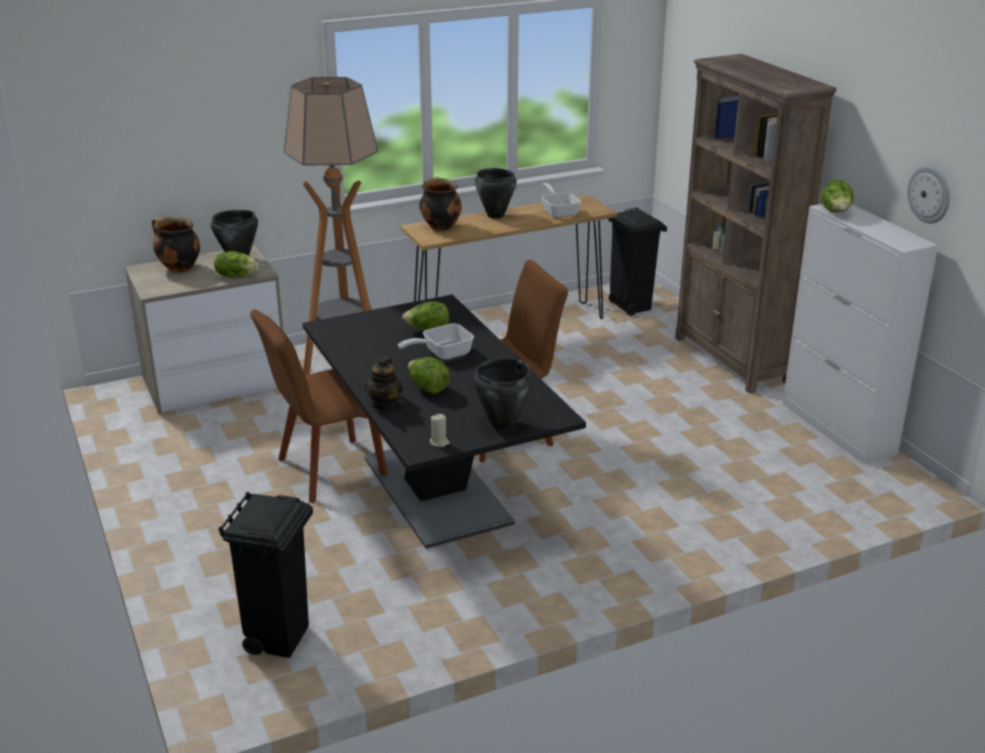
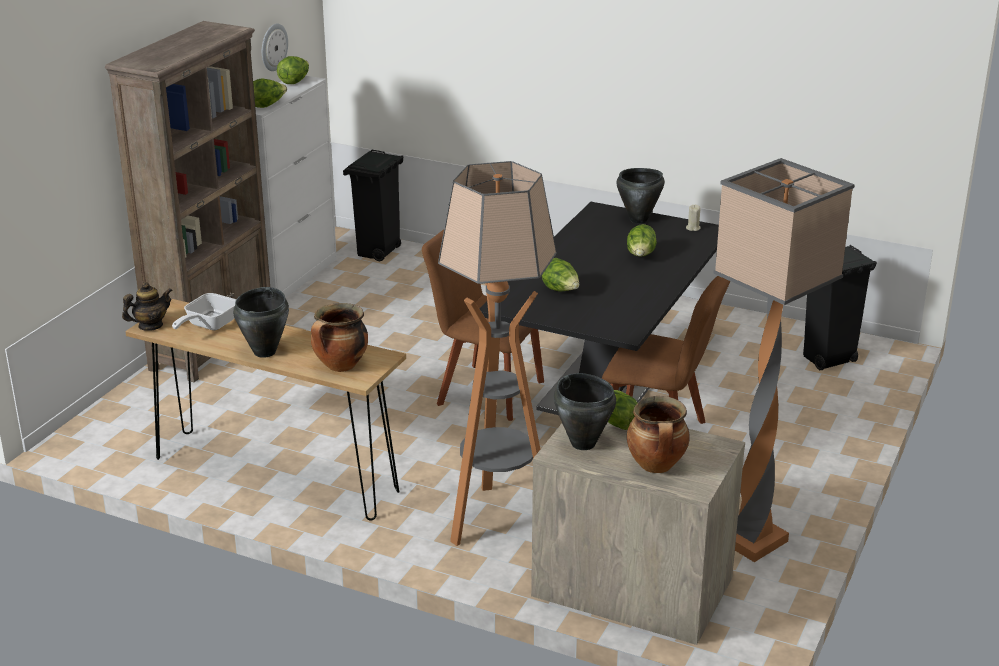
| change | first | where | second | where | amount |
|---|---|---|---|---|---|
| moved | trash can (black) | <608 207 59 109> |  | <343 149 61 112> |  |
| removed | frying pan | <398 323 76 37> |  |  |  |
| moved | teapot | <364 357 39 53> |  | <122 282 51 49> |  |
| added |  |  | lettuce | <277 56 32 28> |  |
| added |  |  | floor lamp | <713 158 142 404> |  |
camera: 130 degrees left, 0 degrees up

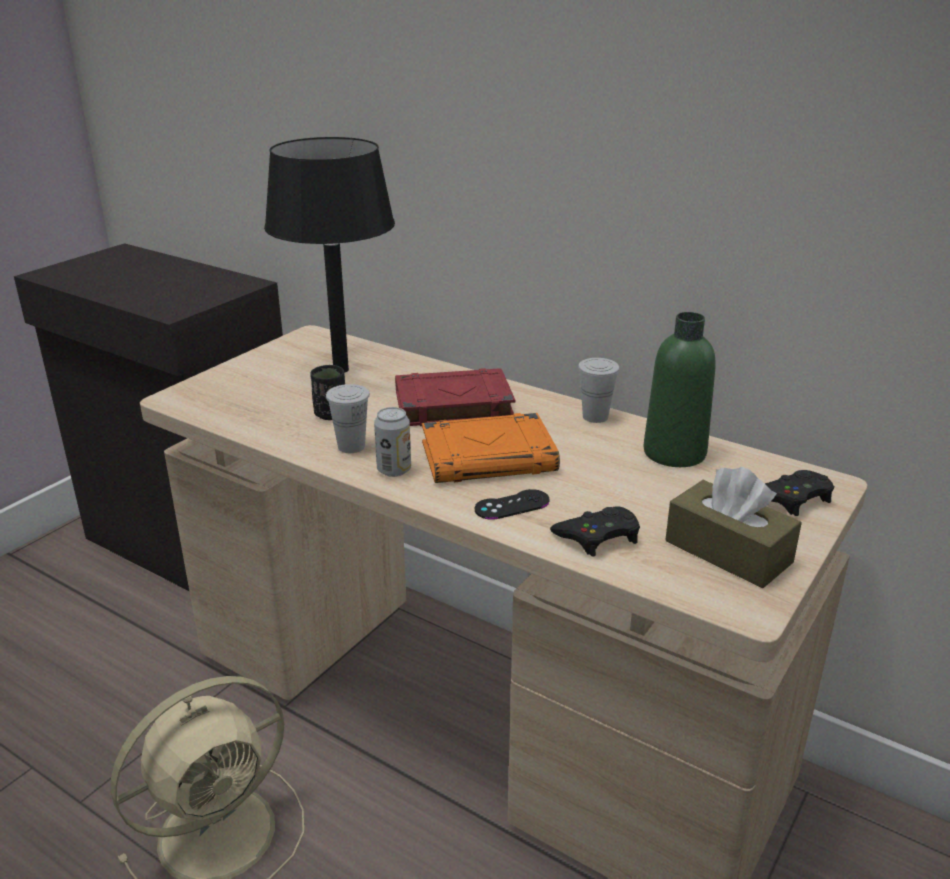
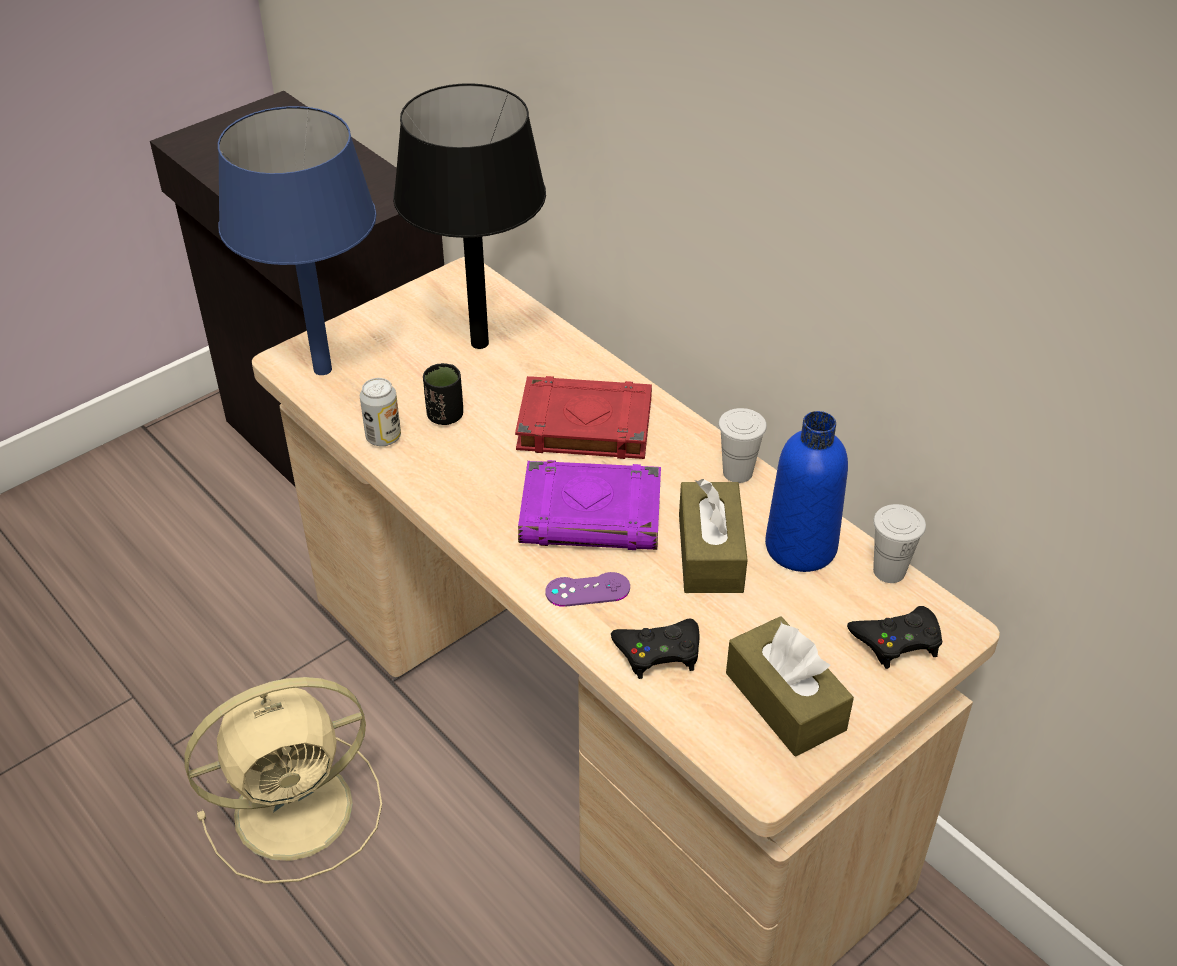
| change | first | where | second | where | amount |
|---|---|---|---|---|---|
| recoloured | bottle (green) | <643 312 73 155> | bottle (blue) | <765 411 83 161> |  |
| moved | cup (white) | <326 384 44 69> |  | <873 504 53 79> |  |
| moved | can | <374 407 37 70> |  | <360 378 41 68> |  |
| recoloured | book (orange) | <422 413 138 70> | book (purple) | <518 460 143 90> |  |
| recoloured | game controller (black) | <475 489 75 31> | game controller (purple) | <545 572 85 35> |  |
| added |  |  | table lamp (blue) | <218 106 159 269> |  |
| added |  |  | tissue box (brown) | <679 479 69 114> |  |
camera: 15 degrees right, 15 degrees up

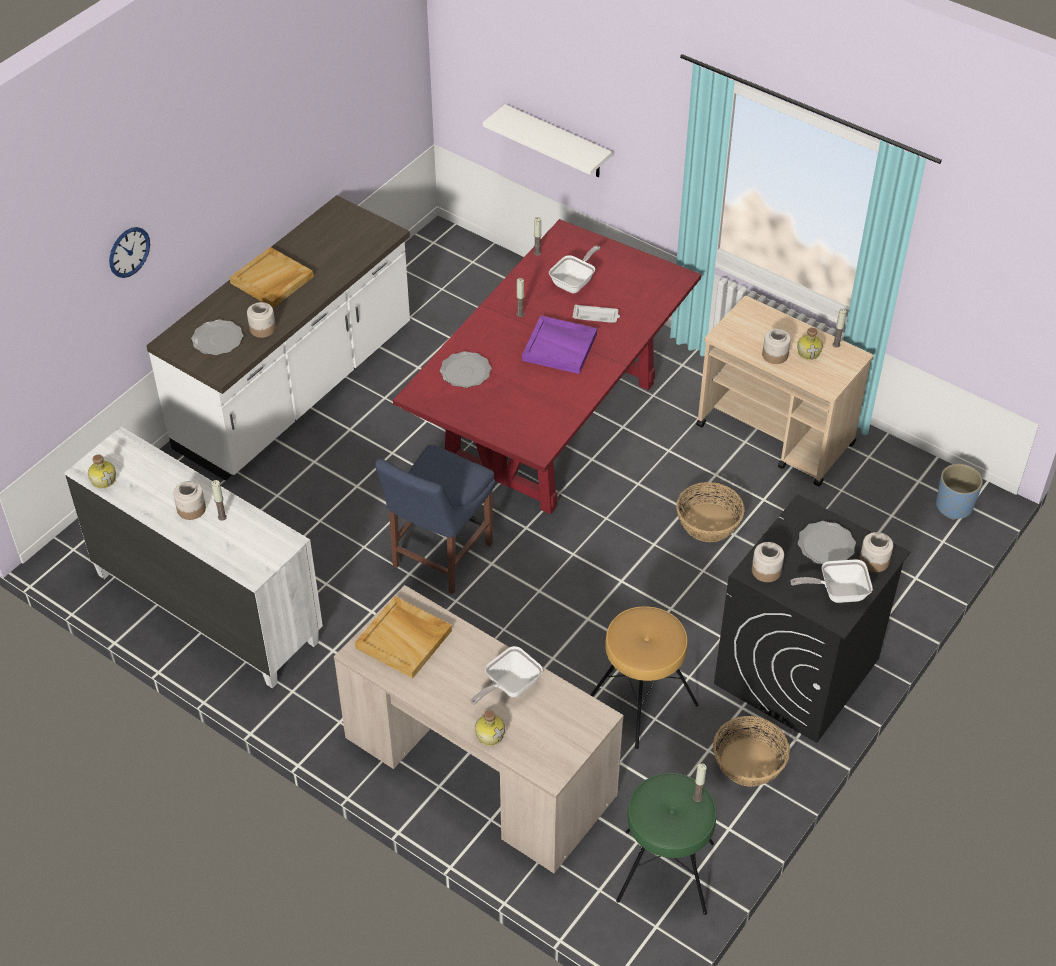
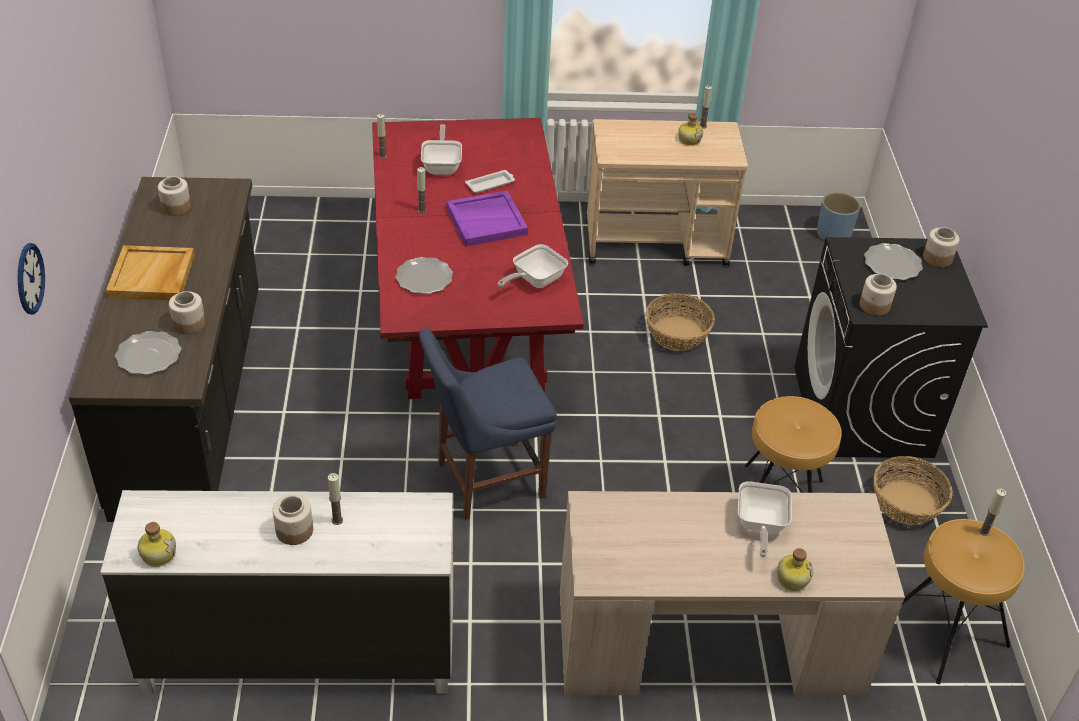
| change | first | where | second | where | amount |
|---|---|---|---|---|---|
| removed | shelf (white) | <483 104 129 74> |  |  |  |
| recoloured | counter (white) | <146 195 264 286> | counter (black) | <69 177 190 345> |  |
| moved | jar | <762 329 29 35> |  | <158 176 33 40> |  |
| turned | chair (blue) | <375 444 121 150> |  | <419 328 138 192> | 75 degrees clockwise |
| moved | frying pan | <790 559 83 44> |  | <498 244 70 44> |  |
| removed | tray (beige) | <355 596 97 83> |  |  |  |
| recoloured | stool (green) | <616 773 100 142> | stool (brown) | <902 519 123 165> |  |
camera: 40 degrees left, 5 degrees down

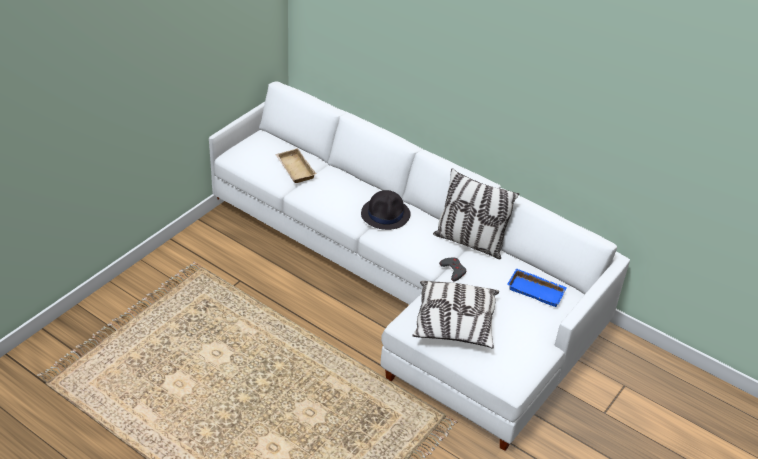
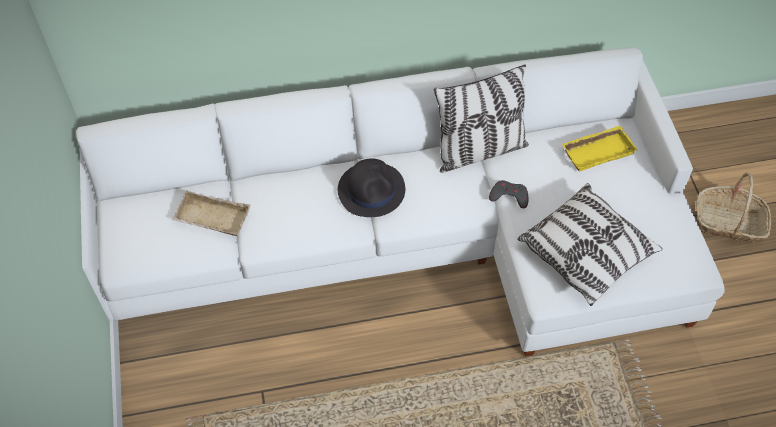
| change | first | where | second | where | amount |
|---|---|---|---|---|---|
| recoloured | tray (blue) | <507 268 60 39> | tray (yellow) | <562 125 75 46> |  |
| added |  |  | basket | <697 173 74 70> |  |
camera: 45 degrees left, 15 degrees up

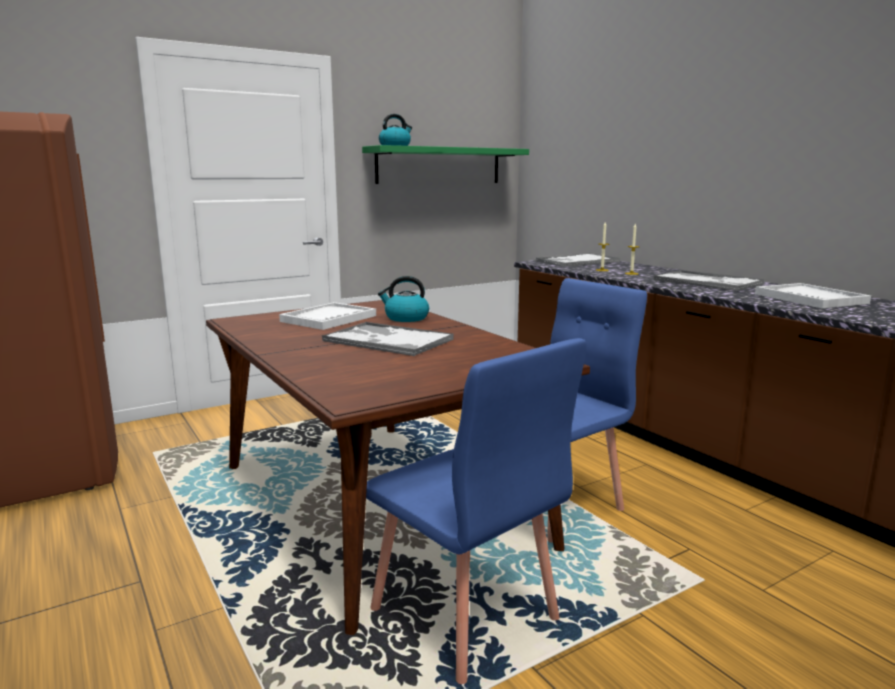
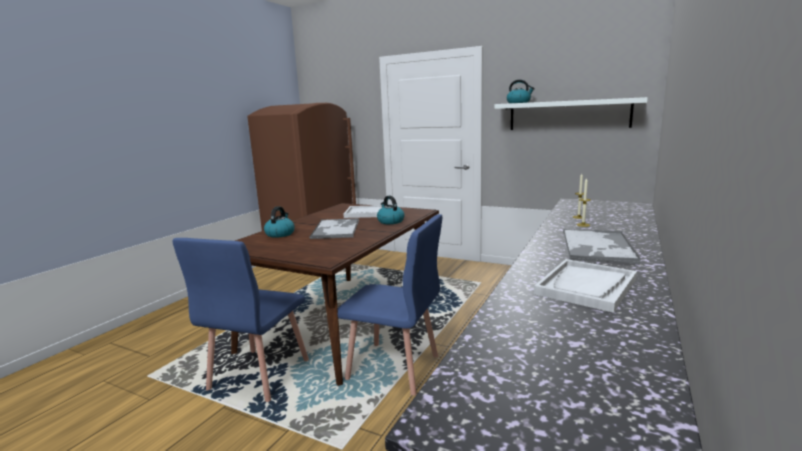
| change | first | where | second | where | amount |
|---|---|---|---|---|---|
| recoloured | shelf (green) | <362 145 167 39> | shelf (white) | <494 97 154 33> |  |
| removed | tray | <535 253 85 14> |  |  |  |
| added |  |  | kettle | <264 206 31 32> |  |
camera: 60 degrees right, 0 degrees up

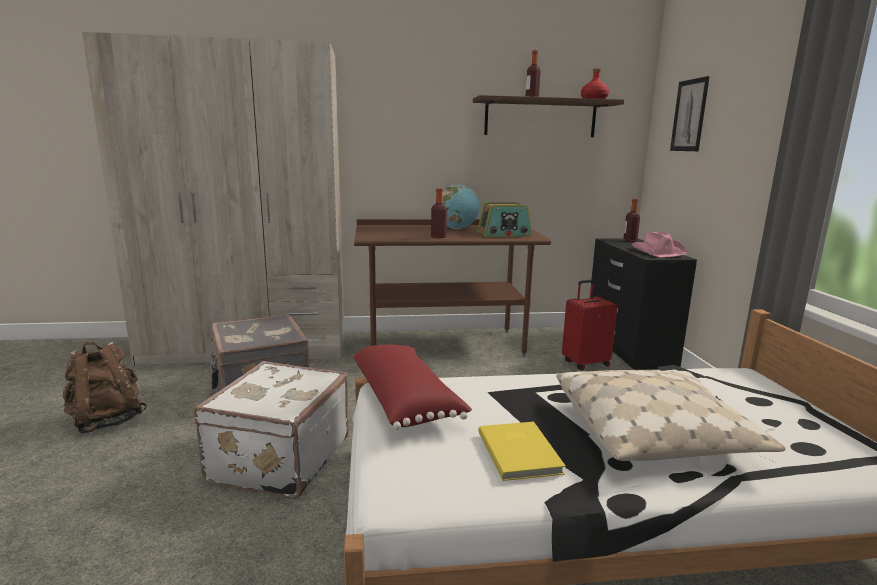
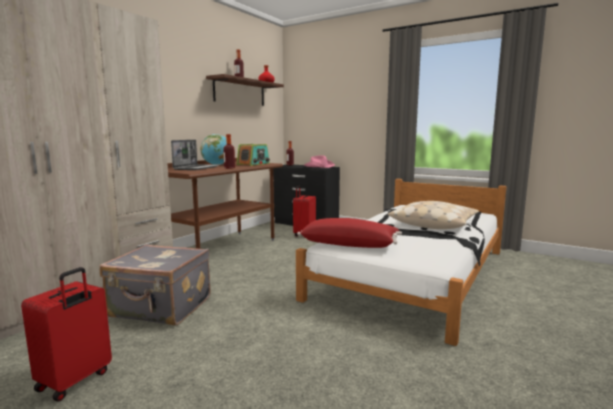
| change | first | where | second | where | amount |
|---|---|---|---|---|---|
| removed | picture | <670 76 40 75> |  |  |  |
| replaced | backpack (brown) | <63 342 84 92> | suitcase (red) | <21 267 91 134> |  |
| removed | suitcase (white) | <193 361 156 138> |  |  |  |
| removed | book (yellow) | <478 422 88 59> |  |  |  |
| added |  |  | laptop | <171 140 48 30> |  |
camera: 50 degrees left, 5 degrees down

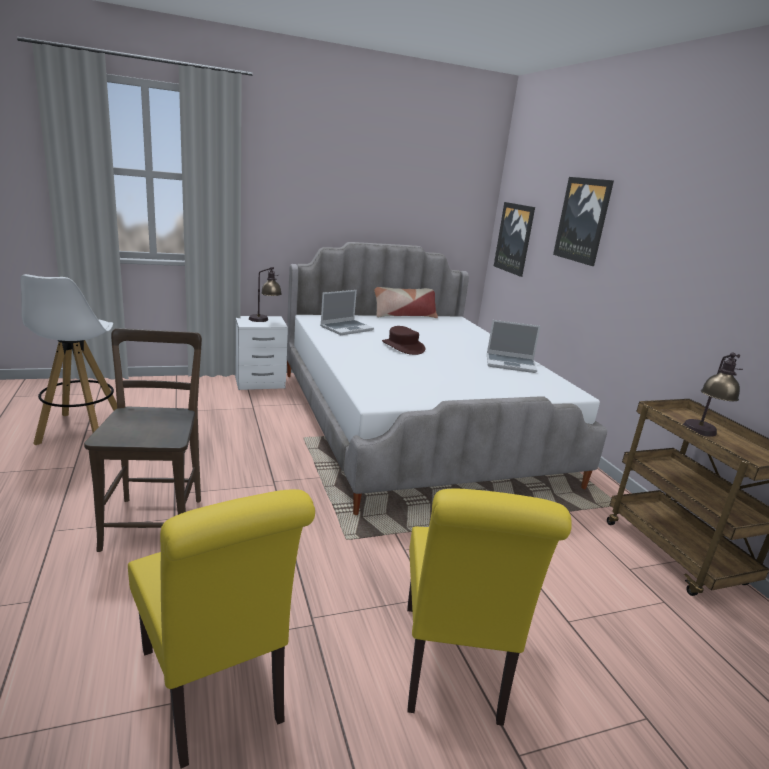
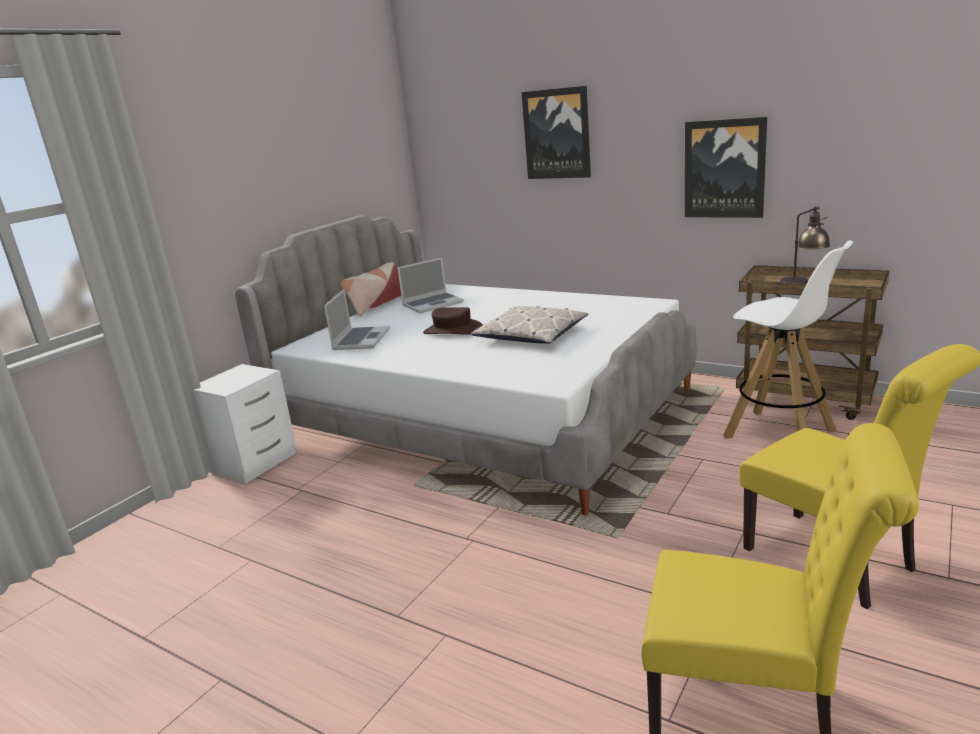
| change | first | where | second | where | amount |
|---|---|---|---|---|---|
| moved | picture | <494 202 41 75> |  | <685 117 82 101> |  |
| removed | table lamp | <249 267 33 55> |  |  |  |
| moved | stool (white) | <20 274 97 171> |  | <723 240 131 199> |  |
| moved | laptop | <487 320 53 53> |  | <397 257 67 56> |  |
| removed | chair (brown) | <84 328 118 224> |  |  |  |
| added |  |  | pillow | <471 306 117 38> |  |
camera: 35 degrees left, 0 degrees up

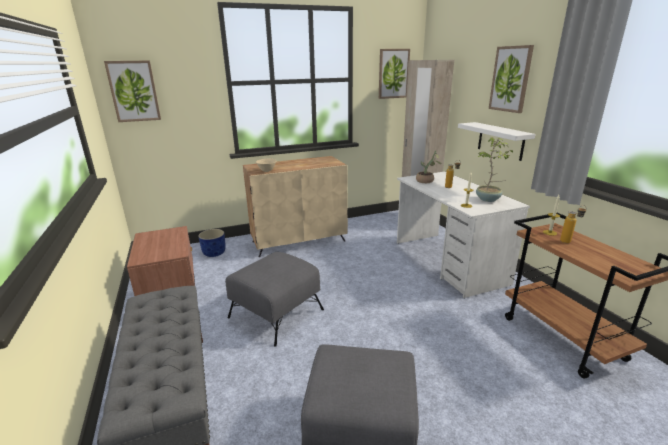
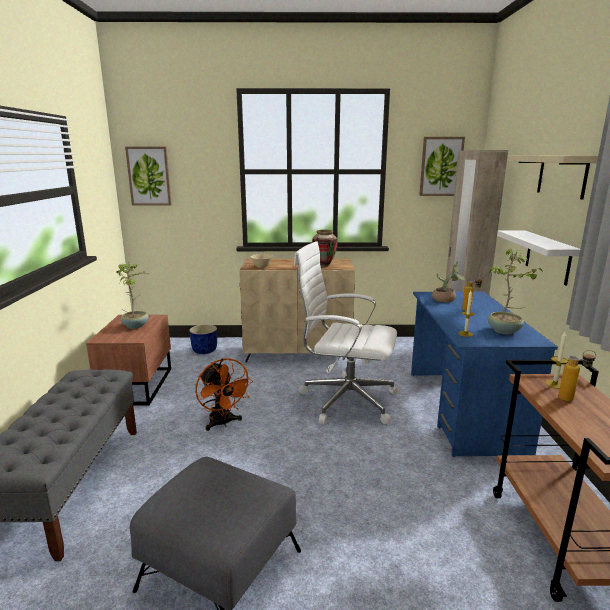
| change | first | where | second | where | amount |
|---|---|---|---|---|---|
| replaced | picture | <489 45 45 68> | shelf (beige) | <507 156 91 43> |  |
| recoloured | desk (white) | <397 172 133 126> | desk (blue) | <411 292 147 165> |  |
| replaced | ottoman (grey) | <225 252 99 95> | fan (orange) | <195 358 58 73> |  |
| added |  |  | vase | <312 230 26 37> |  |
| added |  |  | office chair (white) | <294 241 105 183> |  |
| added |  |  | potted plant | <116 262 33 67> |  |
camera: 20 degrees right, 5 degrees down

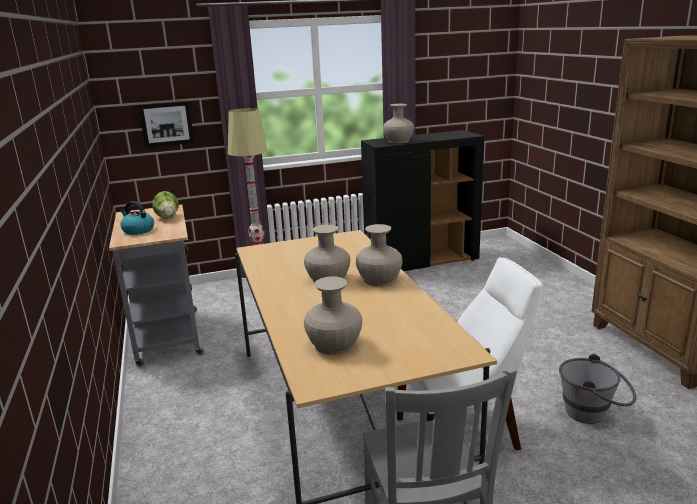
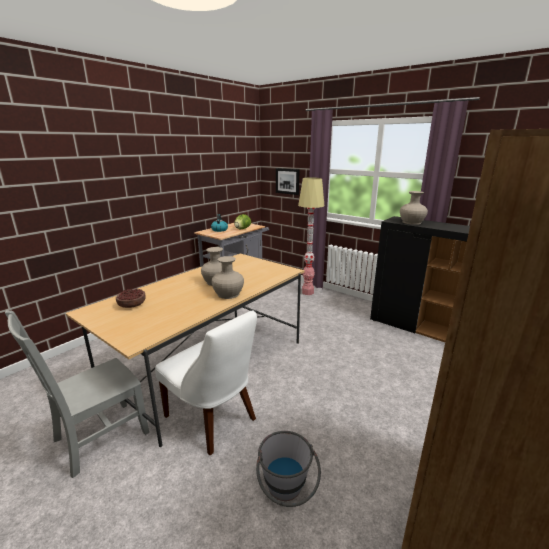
| change | first | where | second | where | amount |
|---|---|---|---|---|---|
| replaced | vase (beige) | <304 276 58 79> | bowl | <116 289 29 19> |  |
camera: 55 degrees right, 0 degrees up

